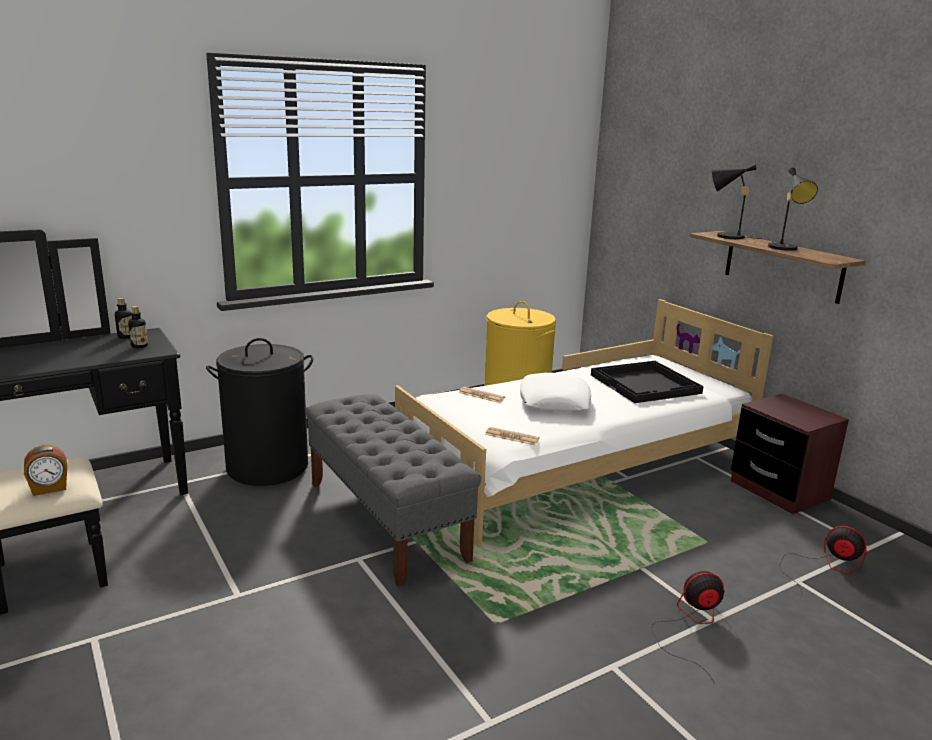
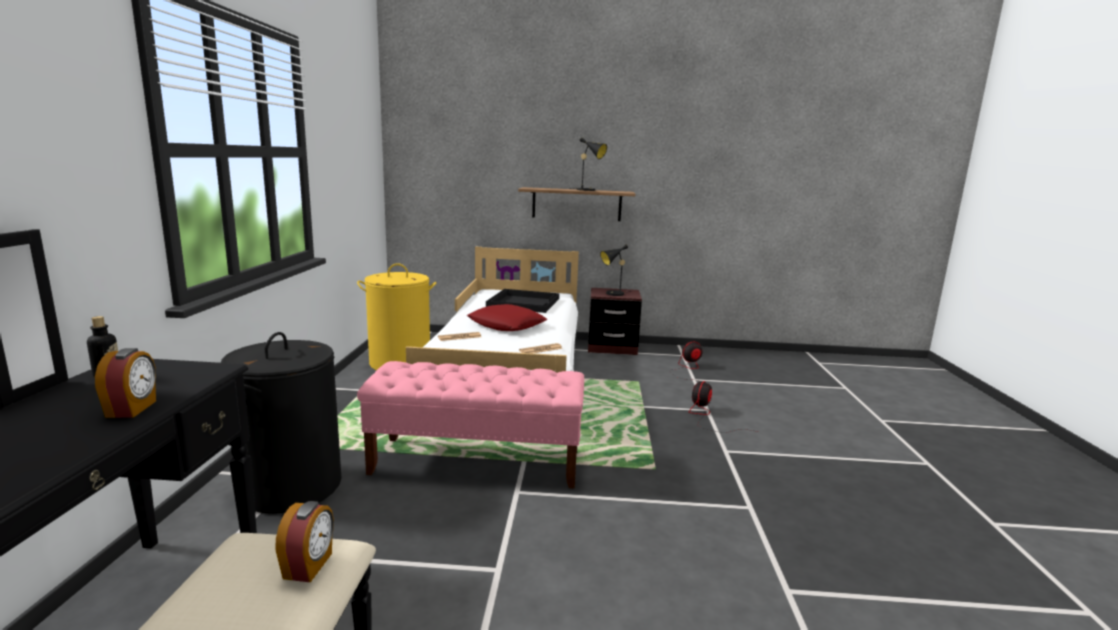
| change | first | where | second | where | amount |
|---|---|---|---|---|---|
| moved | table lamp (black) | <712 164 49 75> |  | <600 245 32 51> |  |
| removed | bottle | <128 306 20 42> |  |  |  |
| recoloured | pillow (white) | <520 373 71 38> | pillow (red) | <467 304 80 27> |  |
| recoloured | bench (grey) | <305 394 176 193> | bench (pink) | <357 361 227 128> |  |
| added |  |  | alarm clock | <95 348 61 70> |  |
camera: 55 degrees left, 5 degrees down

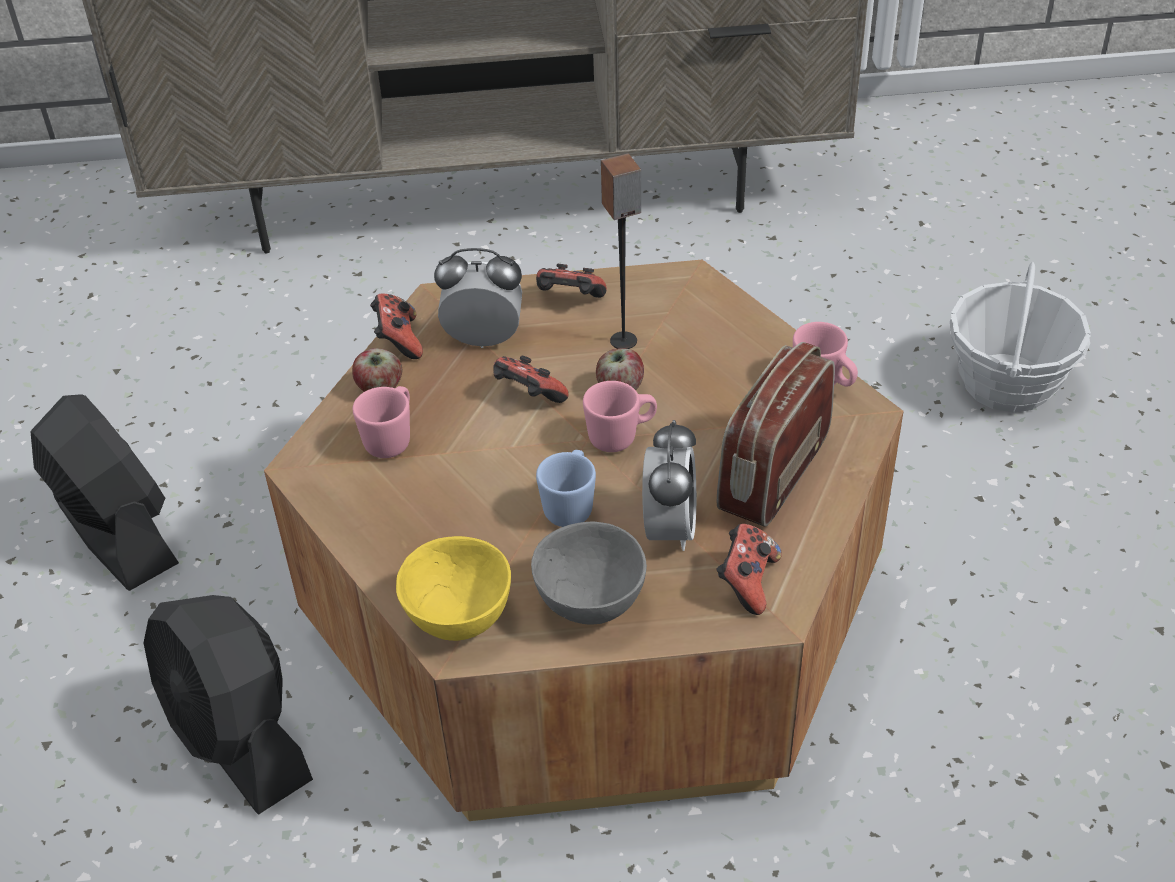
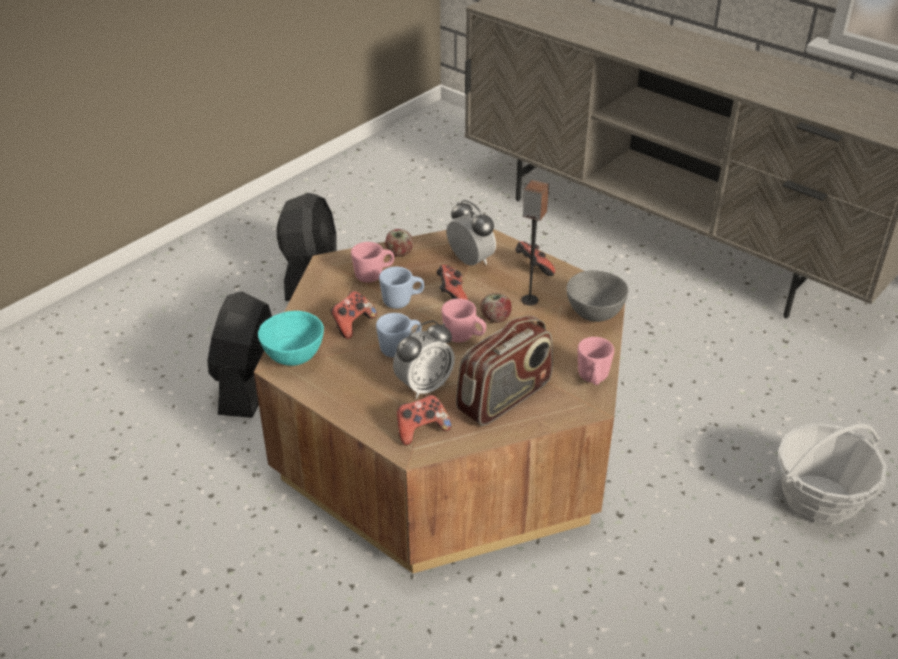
| change | first | where | second | where | amount |
|---|---|---|---|---|---|
| moved | game controller | <370 294 53 65> |  | <330 291 47 48> |  |
| turned | radio | <717 342 118 185> |  | <456 315 97 111> | 150 degrees clockwise |
| moved | bowl (grey) | <531 522 116 102> |  | <566 270 62 52> |  |
| recoloured | bowl (yellow) | <396 536 115 105> | bowl (turquoise) | <258 311 66 55> |  |
| added |  |  | mug (blue) | <379 267 45 42> |  |
camera: 45 degrees right, 5 degrees down

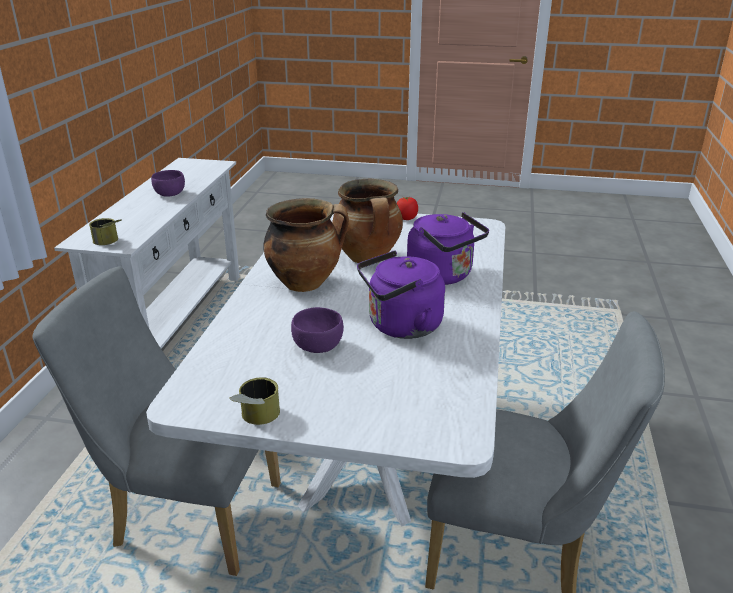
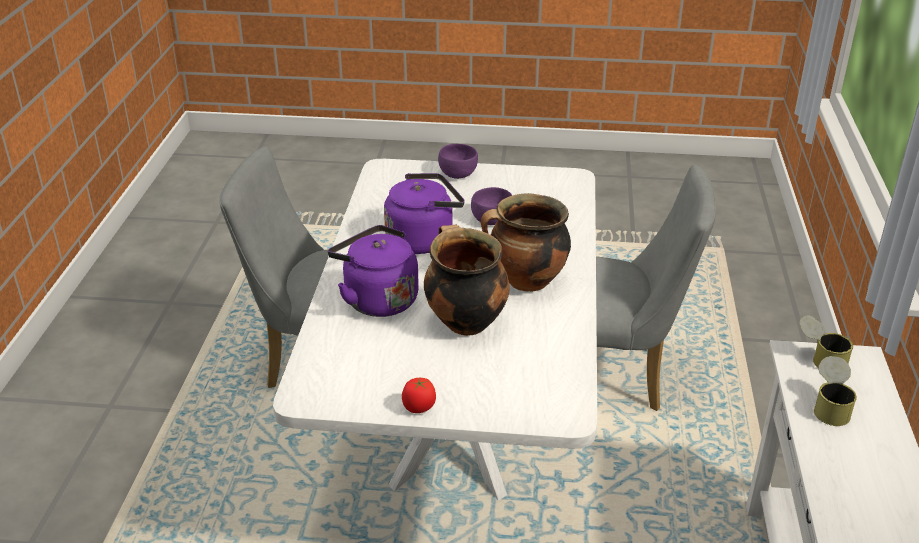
| change | first | where | second | where | amount |
|---|---|---|---|---|---|
| moved | bowl (purple) | <151 170 34 27> |  | <438 144 40 35> |  |
| moved | can | <230 377 50 48> |  | <814 356 43 70> |  |
camera: 175 degrees right, 5 degrees up

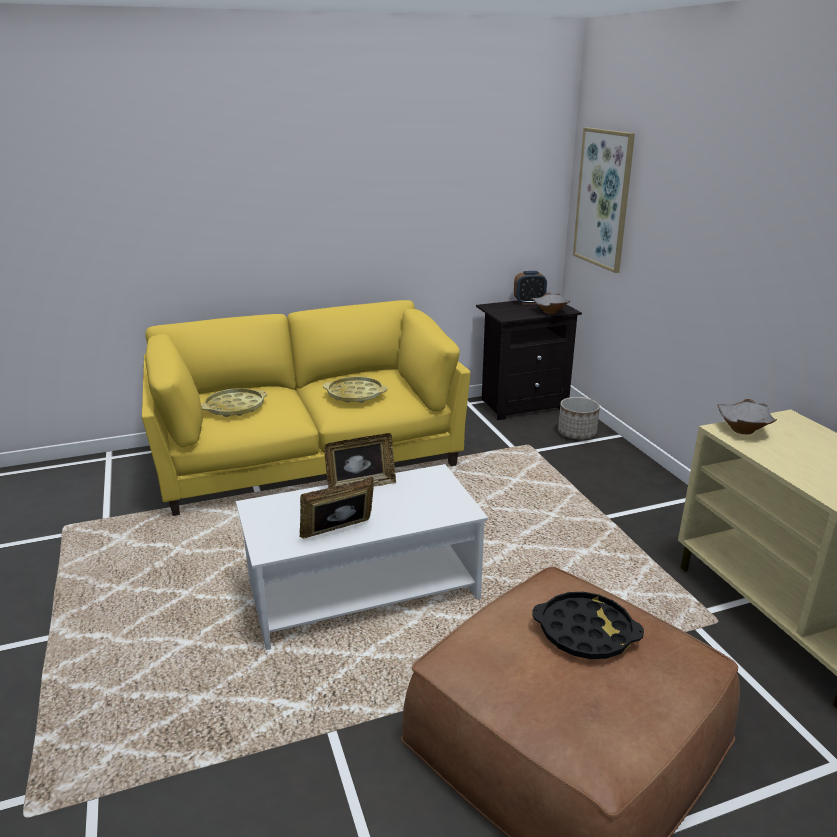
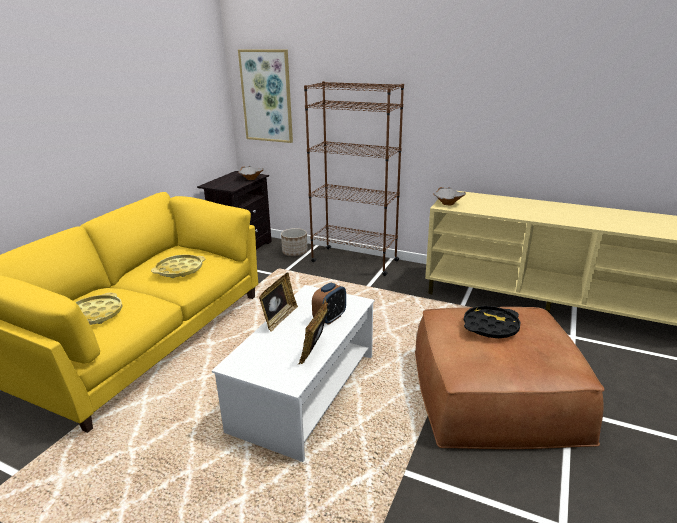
| change | first | where | second | where | amount |
|---|---|---|---|---|---|
| moved | alarm clock | <514 271 33 34> |  | <312 283 34 42> |  |
| added |  |  | bookcase (brown) | <304 81 100 195> |  |
camera: 45 degrees left, 0 degrees up

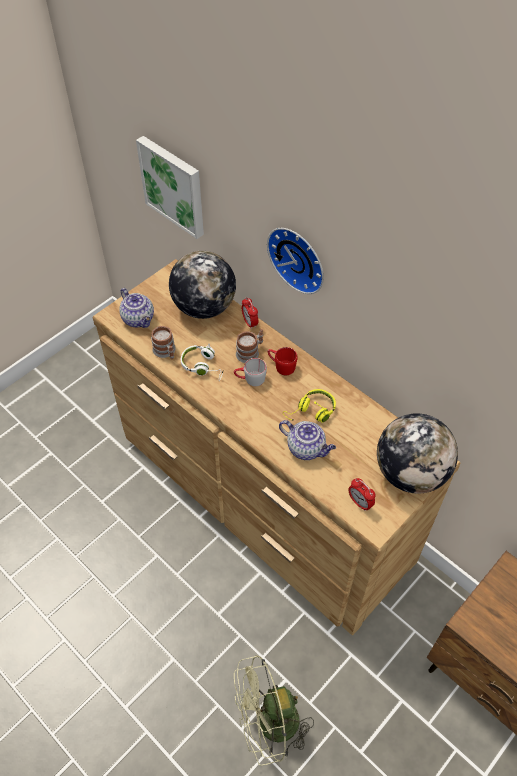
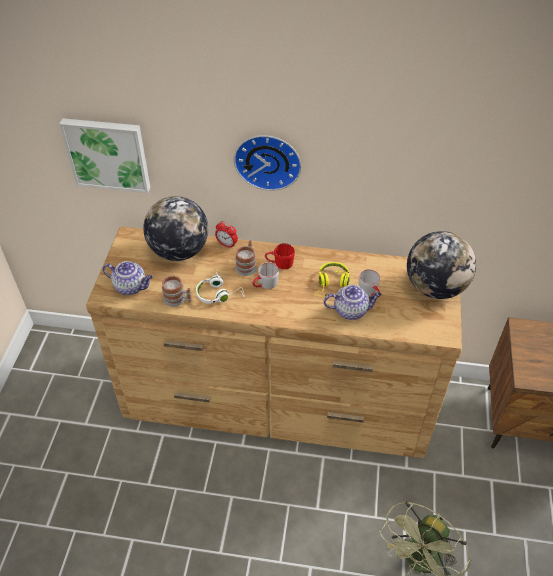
| change | first | where | second | where | amount |
|---|---|---|---|---|---|
| removed | alarm clock | <348 478 27 33> |  |  |  |
| added |  |  | mug (grey) | <359 269 21 28> |  |
camera: 35 degrees left, 5 degrees down

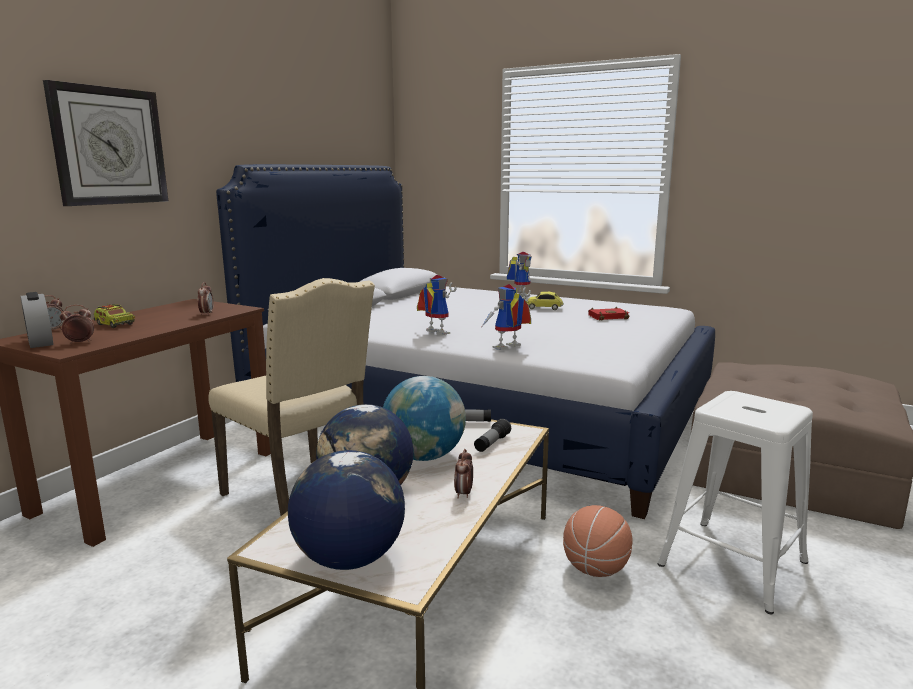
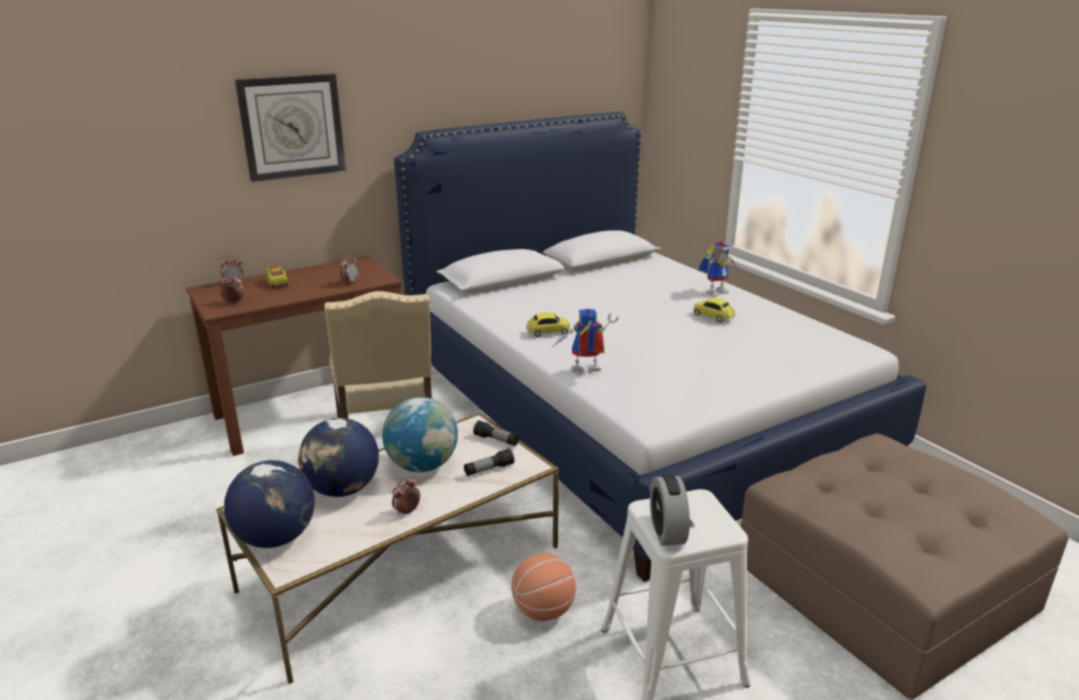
| change | first | where | second | where | amount |
|---|---|---|---|---|---|
| replaced | toy robot | <417 275 39 60> | toy car | <526 312 44 25> |  |
| moved | alarm clock | <20 292 33 56> |  | <650 474 40 72> |  |
| removed | book (red) | <588 306 41 15> |  |  |  |
camera: 30 degrees right, 10 degrees up

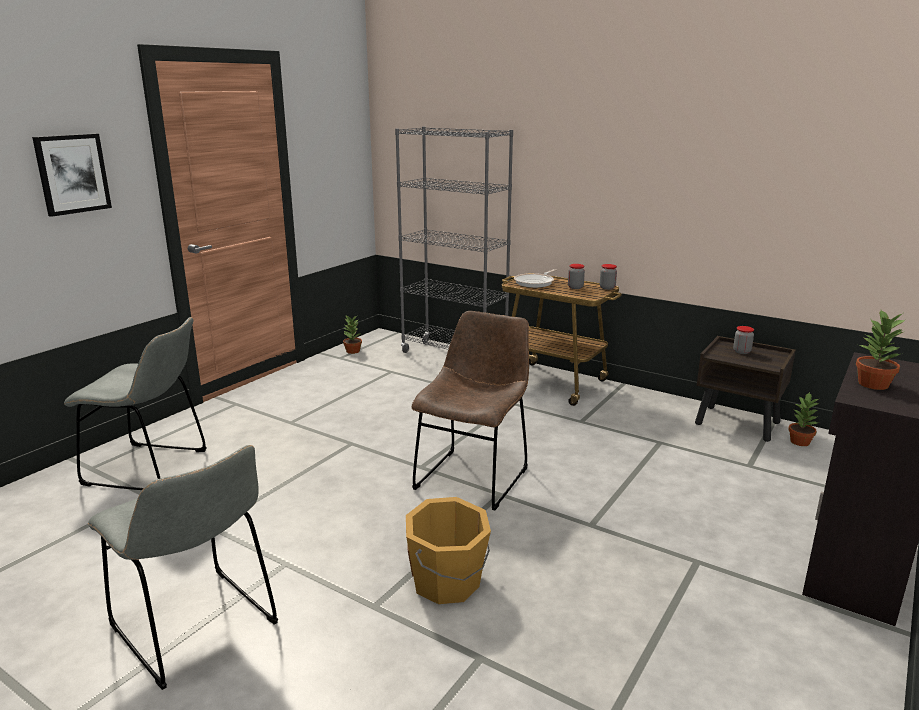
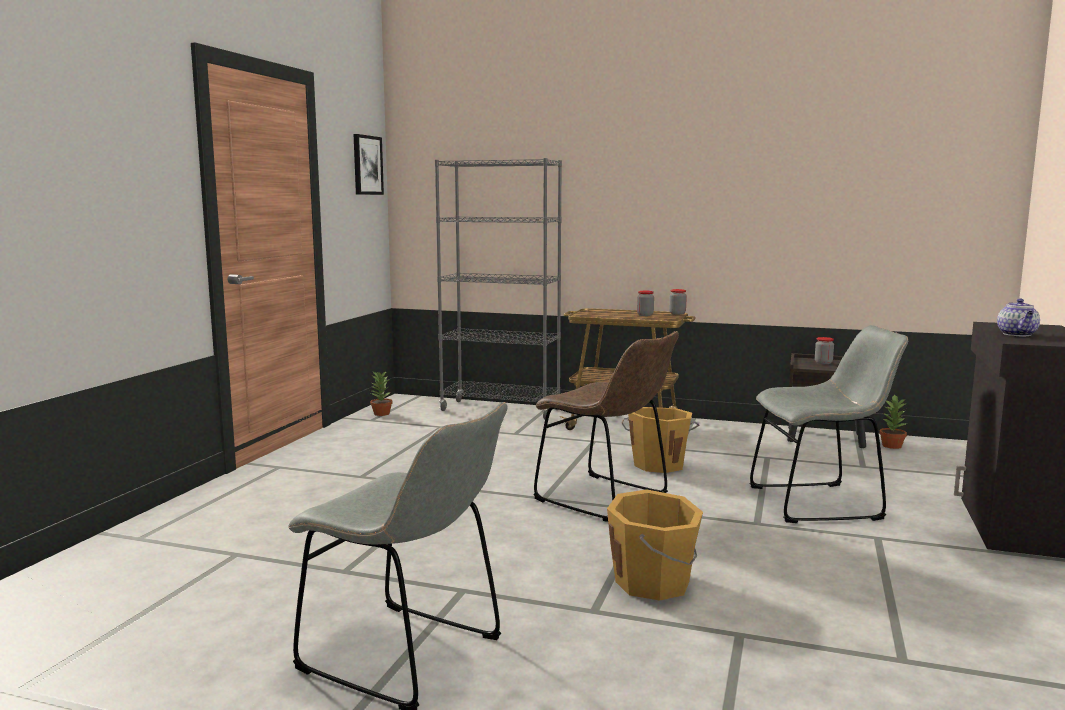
| change | first | where | second | where | amount |
|---|---|---|---|---|---|
| moved | picture | <32 134 80 83> |  | <353 134 31 61> |  |
| removed | frying pan | <514 269 43 19> |  |  |  |
| replaced | potted plant | <856 310 49 80> | teapot | <997 299 43 37> |  |
| turned | chair (brown) | <411 311 118 199> |  | <533 331 146 191> | 120 degrees clockwise |
| moved | chair (grey) | <64 317 143 173> |  | <749 325 159 198> |  |
| added |  |  | bucket (orange) | <621 407 79 66> |  |
camera: 15 degrees left, 10 degrees down

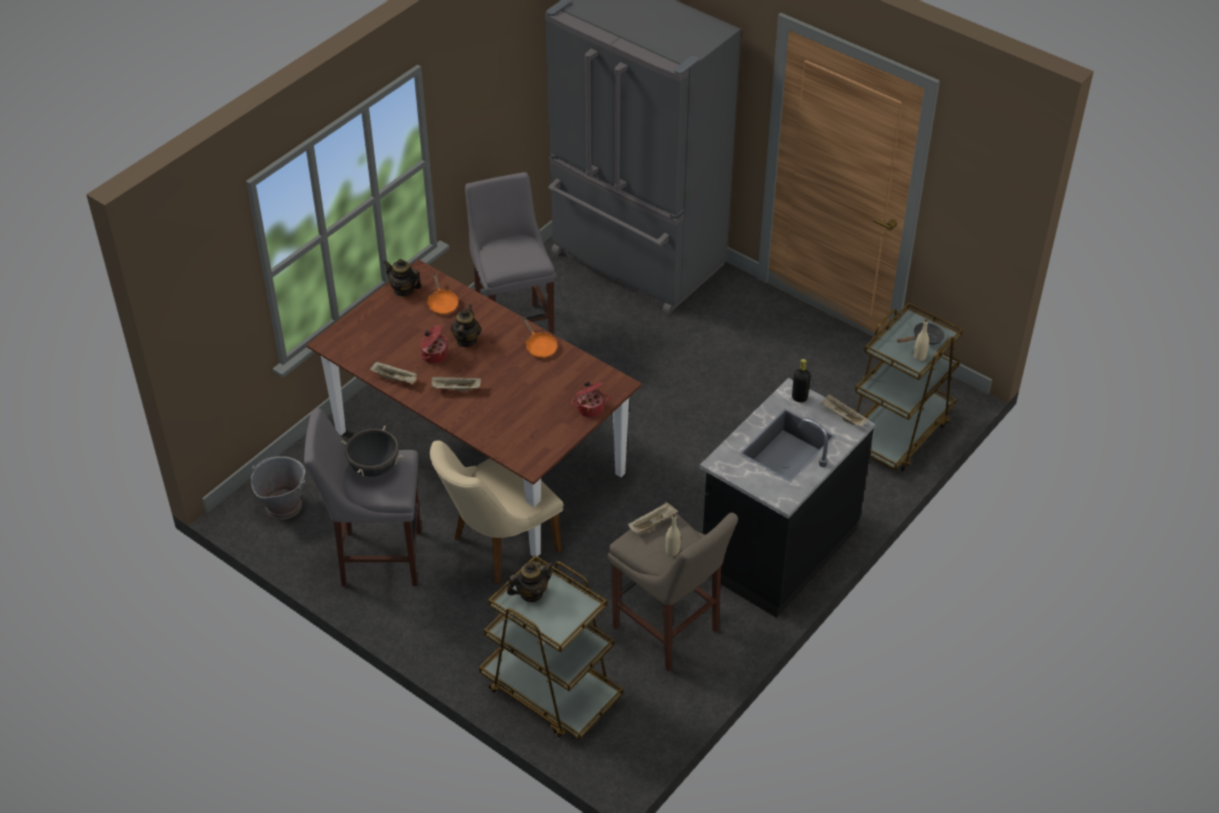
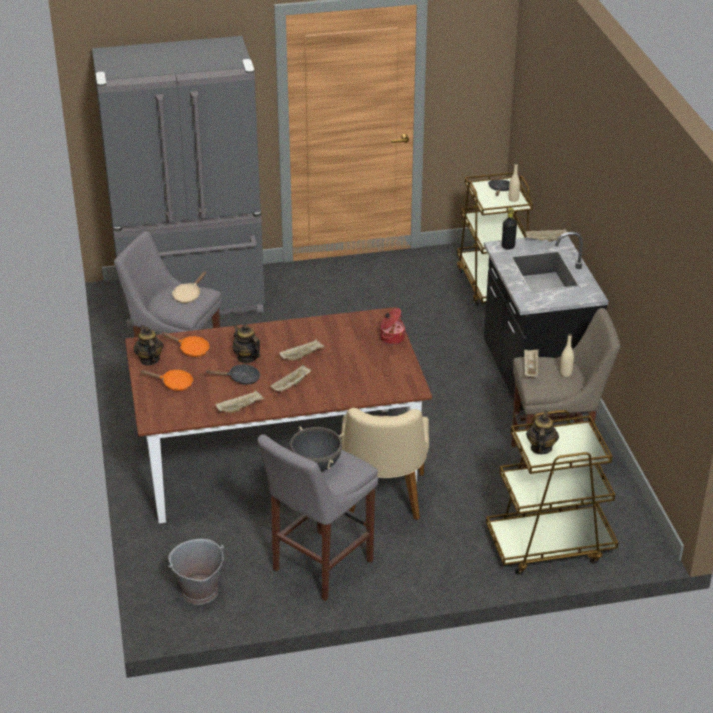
| change | first | where | second | where | amount |
|---|---|---|---|---|---|
| turned | teapot | <383 259 39 38> |  | <134 325 29 40> | 90 degrees clockwise |
| moved | frying pan (orange) | <522 317 35 41> |  | <140 370 53 21> |  |
| replaced | cooking pot | <420 325 28 39> | frying pan (black) | <207 364 53 21> |  |
| added |  |  | frying pan (beige) | <172 271 34 32> |  |
| added |  |  | tray (beige) | <279 339 46 21> |  |
camera: 50 degrees left, 10 degrees down

